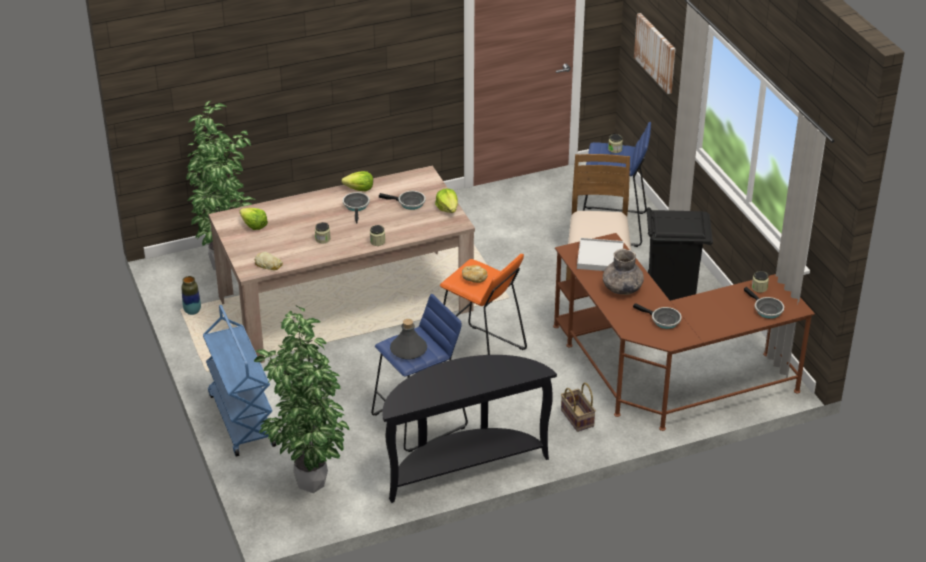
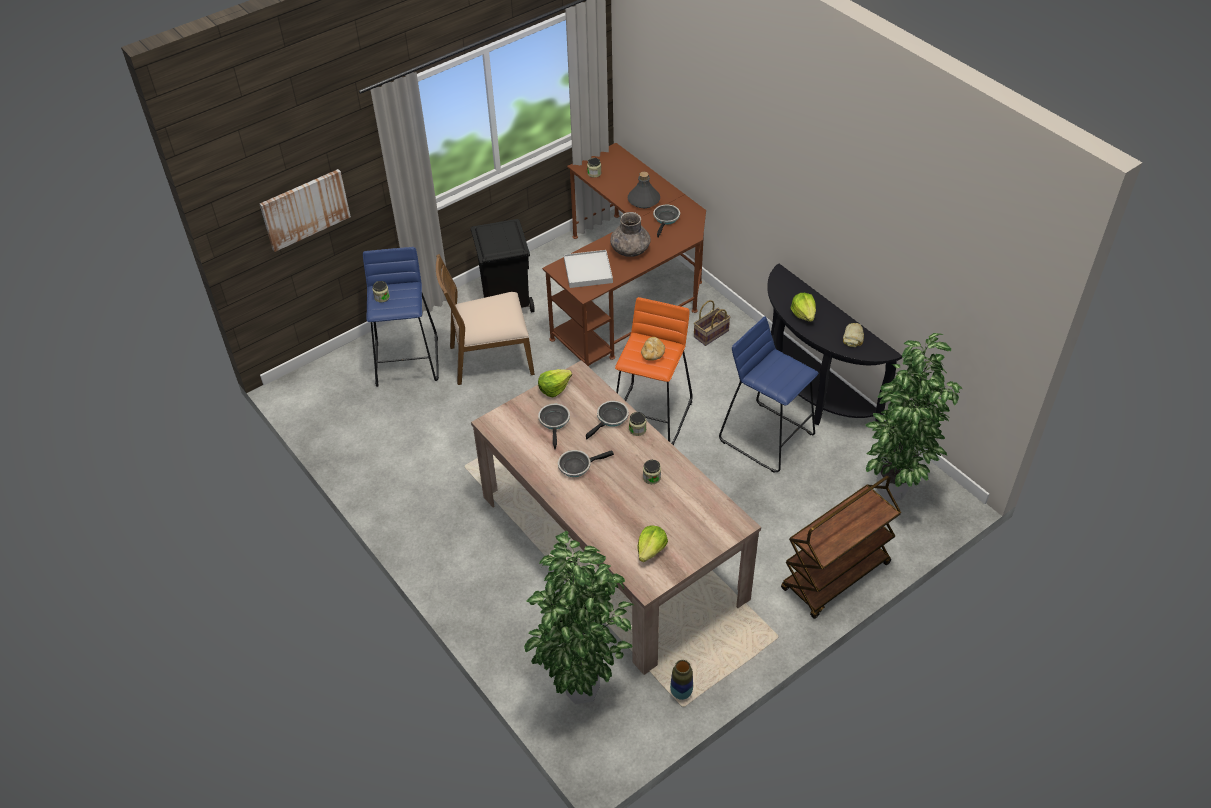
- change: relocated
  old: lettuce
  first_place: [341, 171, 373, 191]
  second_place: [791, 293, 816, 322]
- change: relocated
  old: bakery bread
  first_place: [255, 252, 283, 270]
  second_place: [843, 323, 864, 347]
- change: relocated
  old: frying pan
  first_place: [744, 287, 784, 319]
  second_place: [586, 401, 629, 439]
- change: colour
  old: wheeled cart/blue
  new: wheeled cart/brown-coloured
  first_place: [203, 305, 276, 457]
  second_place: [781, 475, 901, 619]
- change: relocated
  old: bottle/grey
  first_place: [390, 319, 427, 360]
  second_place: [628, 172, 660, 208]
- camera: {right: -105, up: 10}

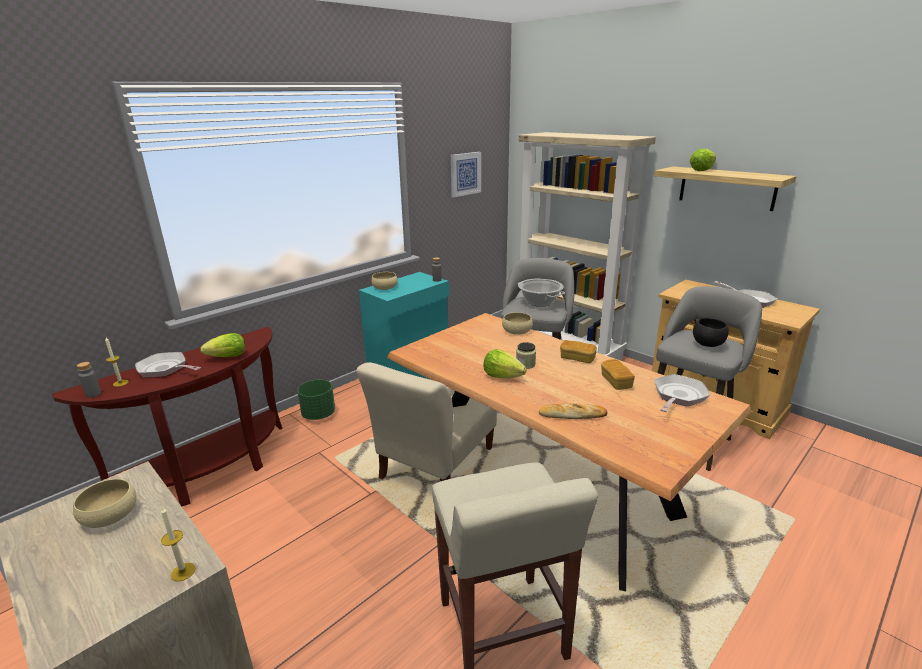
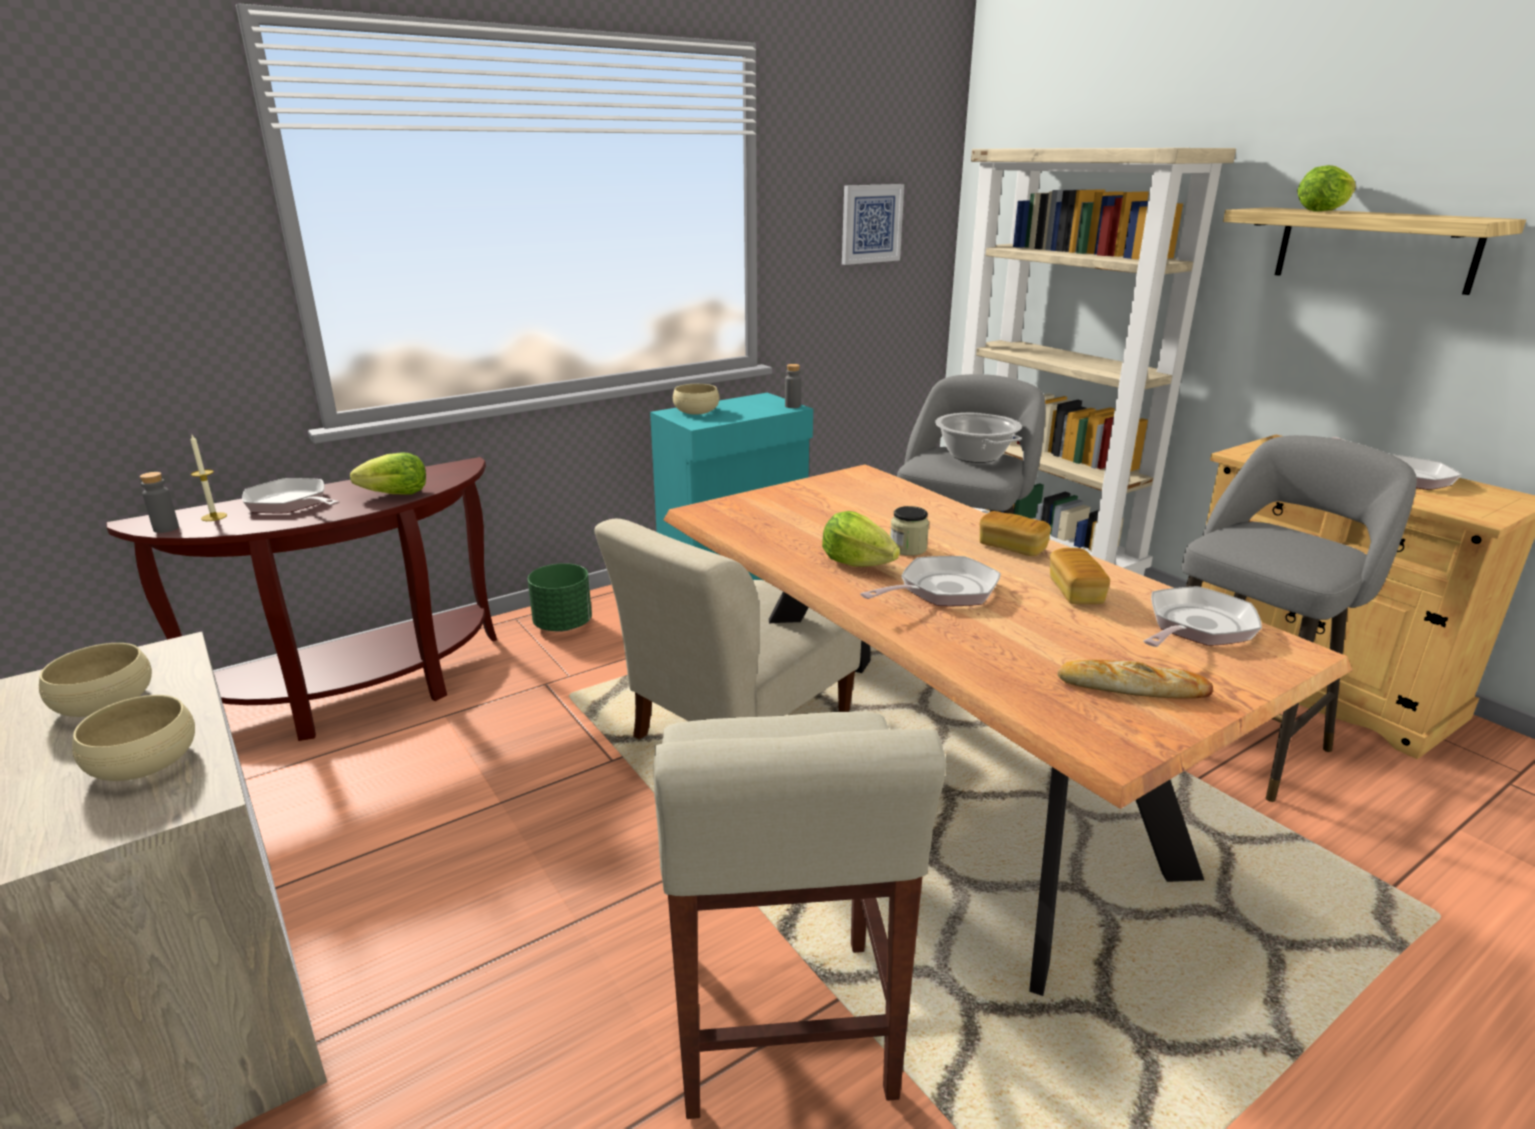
- change: relocated
  old: serving bowl/beige-coloured
  first_place: [502, 312, 533, 335]
  second_place: [72, 695, 195, 781]
- change: missing
  old: serving bowl/black-coloured
  first_place: [693, 318, 729, 347]
- change: relocated
  old: bakery bread
  first_place: [539, 403, 607, 419]
  second_place: [1057, 660, 1213, 699]
- change: missing
  old: wax candle
  first_place: [161, 507, 195, 582]
- change: appeared
  new: frying pan
  second_place: [860, 556, 1001, 606]
- camera: {right: 10, up: 0}

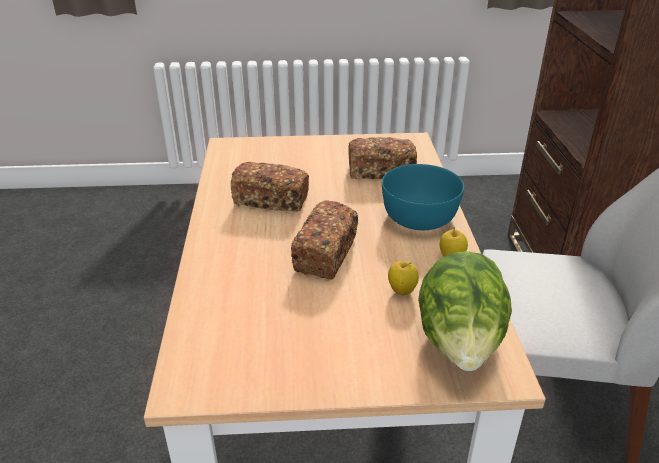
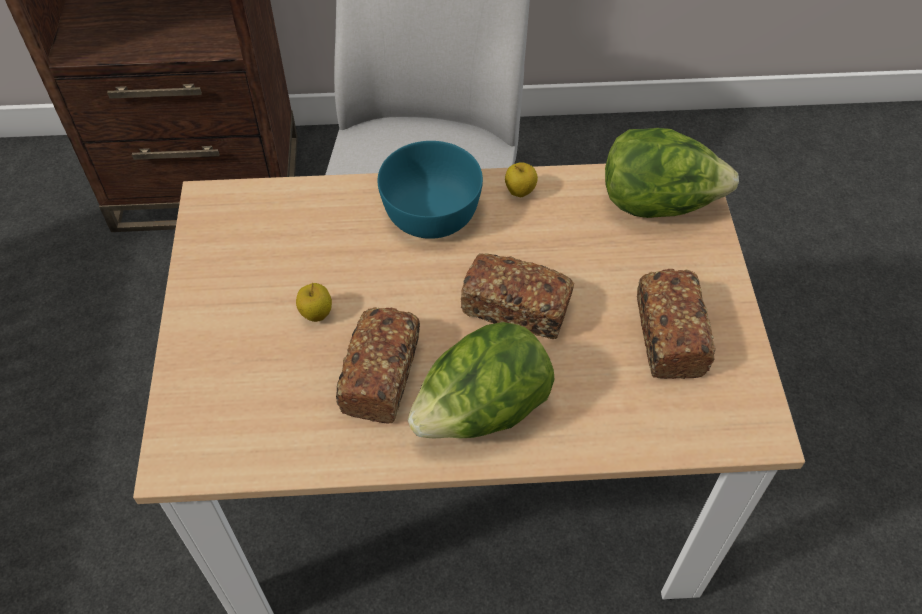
- change: relocated
  old: bakery bread
  first_place: [348, 137, 417, 179]
  second_place: [637, 269, 716, 379]
- change: relocated
  old: apple fruit
  first_place: [388, 261, 419, 296]
  second_place: [296, 282, 332, 322]
- change: appeared
  new: lettuce
  second_place: [408, 322, 555, 439]
- camera: {right: -90, up: 20}

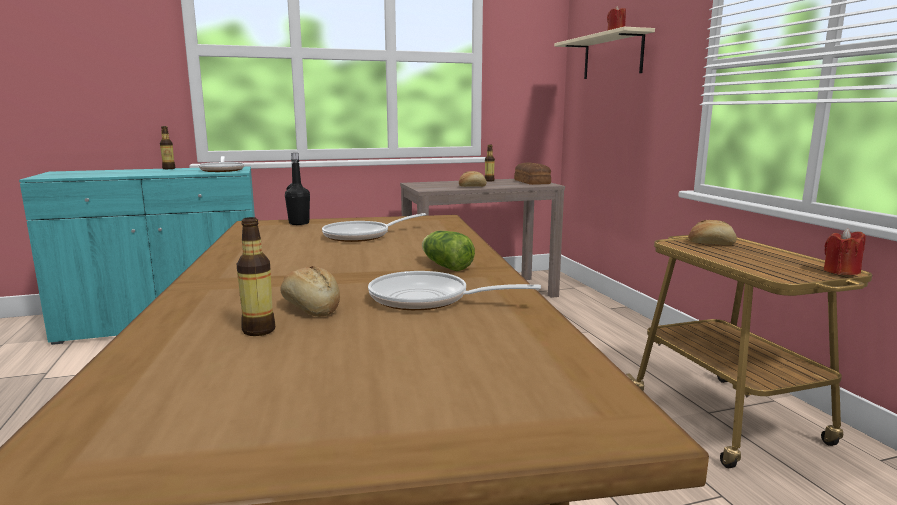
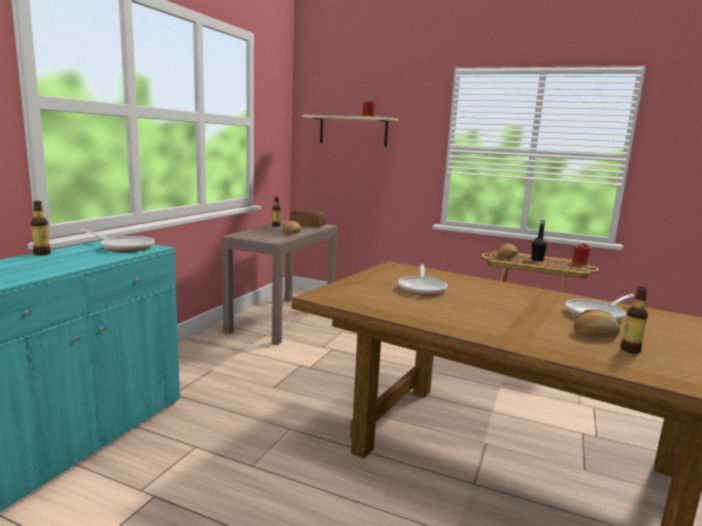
- change: relocated
  old: bottle/black-coloured
  first_place: [285, 153, 310, 225]
  second_place: [531, 220, 547, 261]
- change: missing
  old: lettuce
  first_place: [422, 231, 475, 271]
- camera: {right: -50, up: 0}

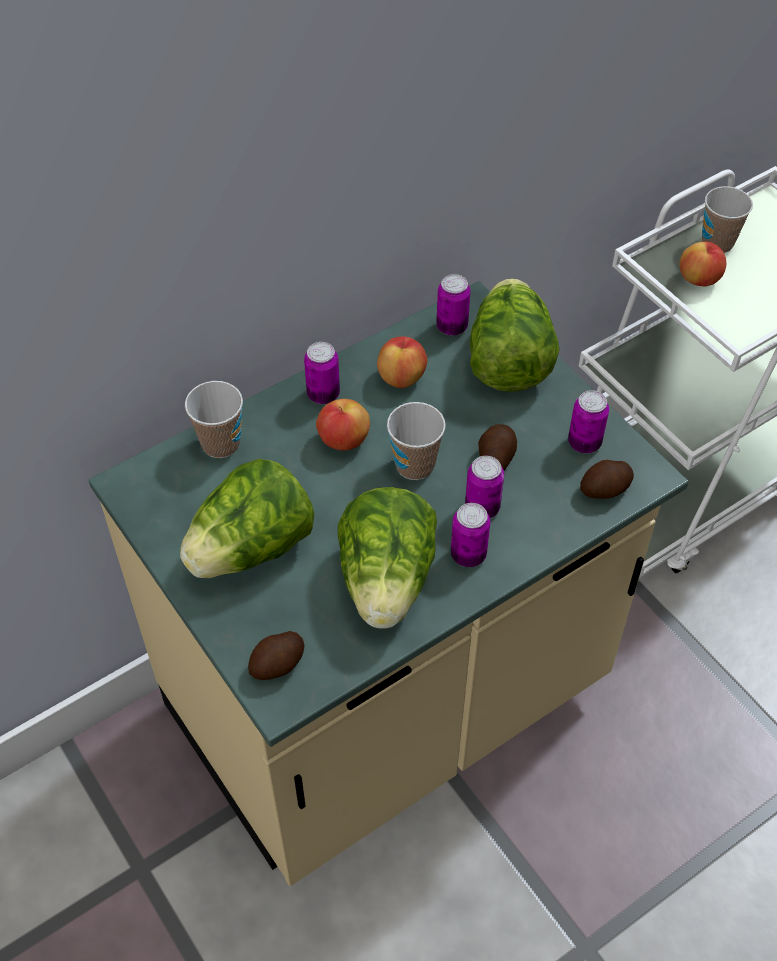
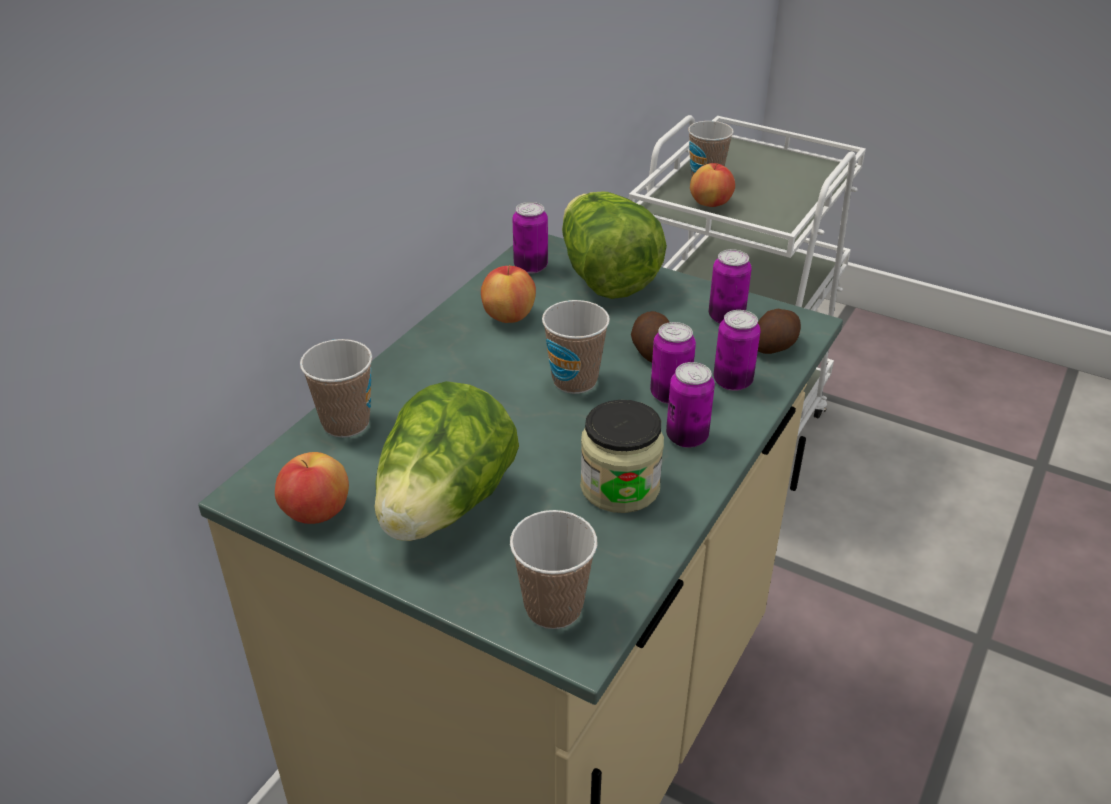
- change: relocated
  old: metal can
  first_place: [304, 342, 340, 404]
  second_place: [713, 310, 761, 391]
- change: relocated
  old: apple fruit
  first_place: [316, 399, 370, 451]
  second_place: [275, 452, 349, 524]
- change: exchanged
  old: lettuce
  new: jar
  first_place: [338, 487, 437, 629]
  second_place: [580, 400, 664, 513]
- change: exchanged
  old: potato
  new: small cup
  first_place: [248, 631, 304, 680]
  second_place: [510, 510, 597, 629]
- camera: {right: -25, up: -15}

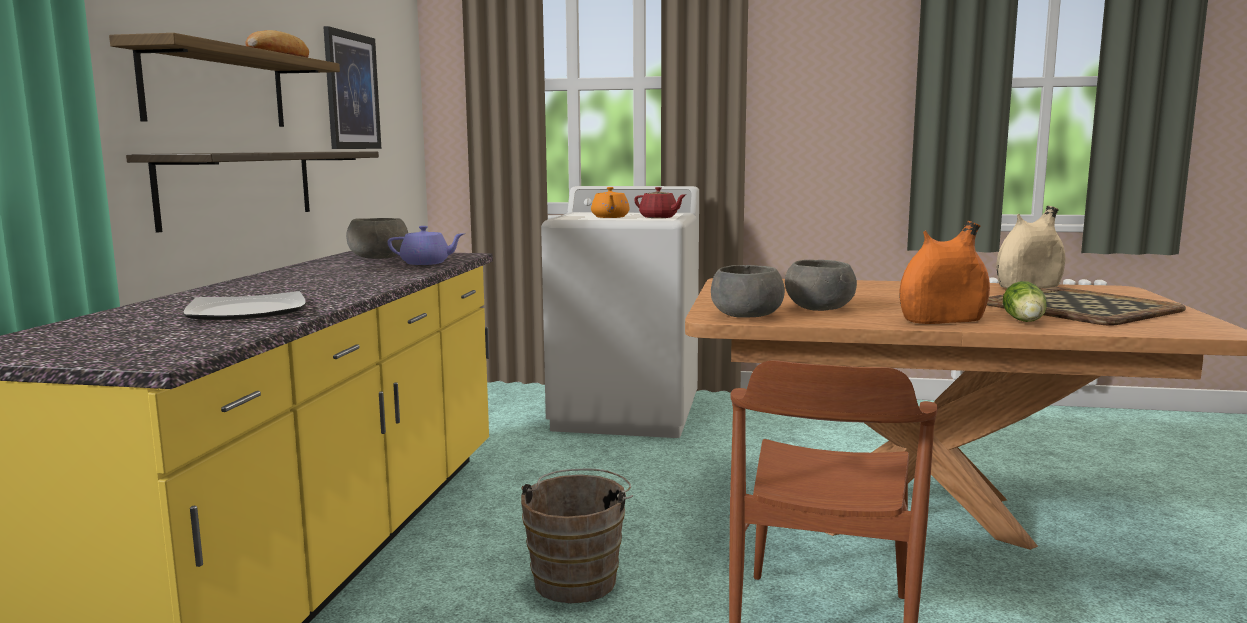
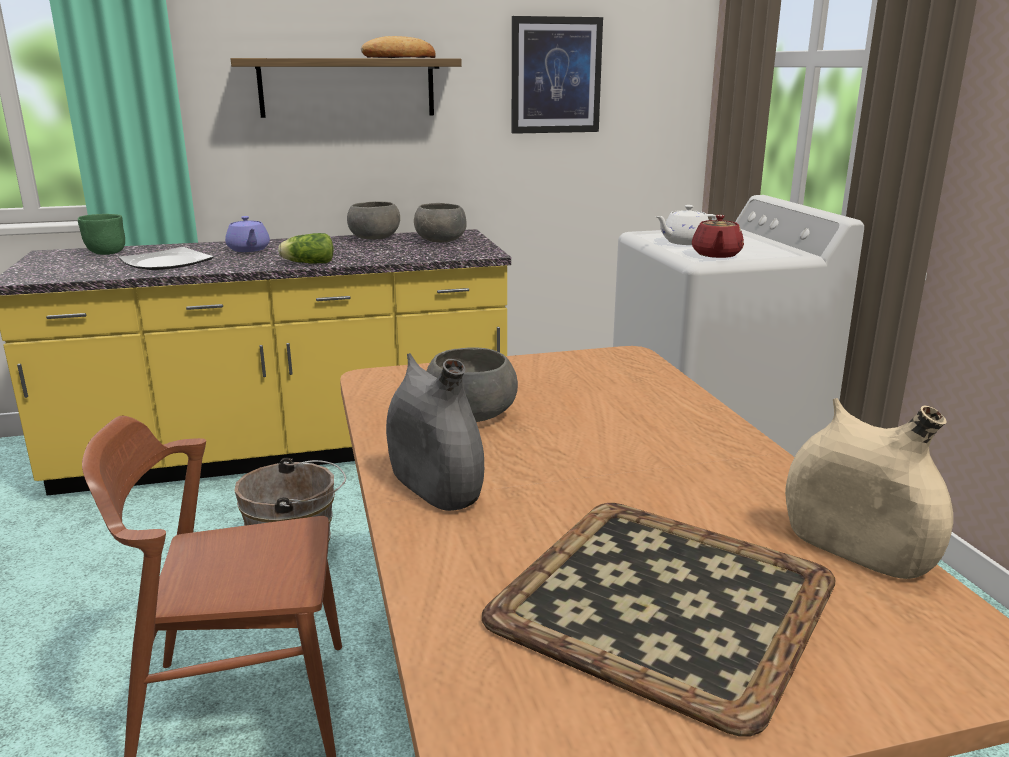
- change: missing
  old: shelf
  first_place: [126, 152, 379, 233]
- change: colour
  old: pot for tea/orange-coloured
  new: pot for tea/white-coloured
  first_place: [591, 187, 630, 218]
  second_place: [655, 205, 716, 245]
- change: colour
  old: flower vase/orange-coloured
  new: flower vase/grey
  first_place: [899, 221, 990, 324]
  second_place: [386, 353, 484, 511]
- change: relocated
  old: pot for tea/purplish
  first_place: [388, 226, 465, 265]
  second_place: [225, 216, 270, 252]
- change: relocated
  old: serving bowl/grey
  first_place: [711, 265, 785, 318]
  second_place: [347, 201, 400, 240]
- change: relocated
  old: lettuce
  first_place: [1003, 281, 1047, 322]
  second_place: [278, 233, 334, 263]
- change: appeared
  new: serving bowl/green-coloured
  second_place: [78, 214, 125, 255]
- camera: {right: 65, up: 10}

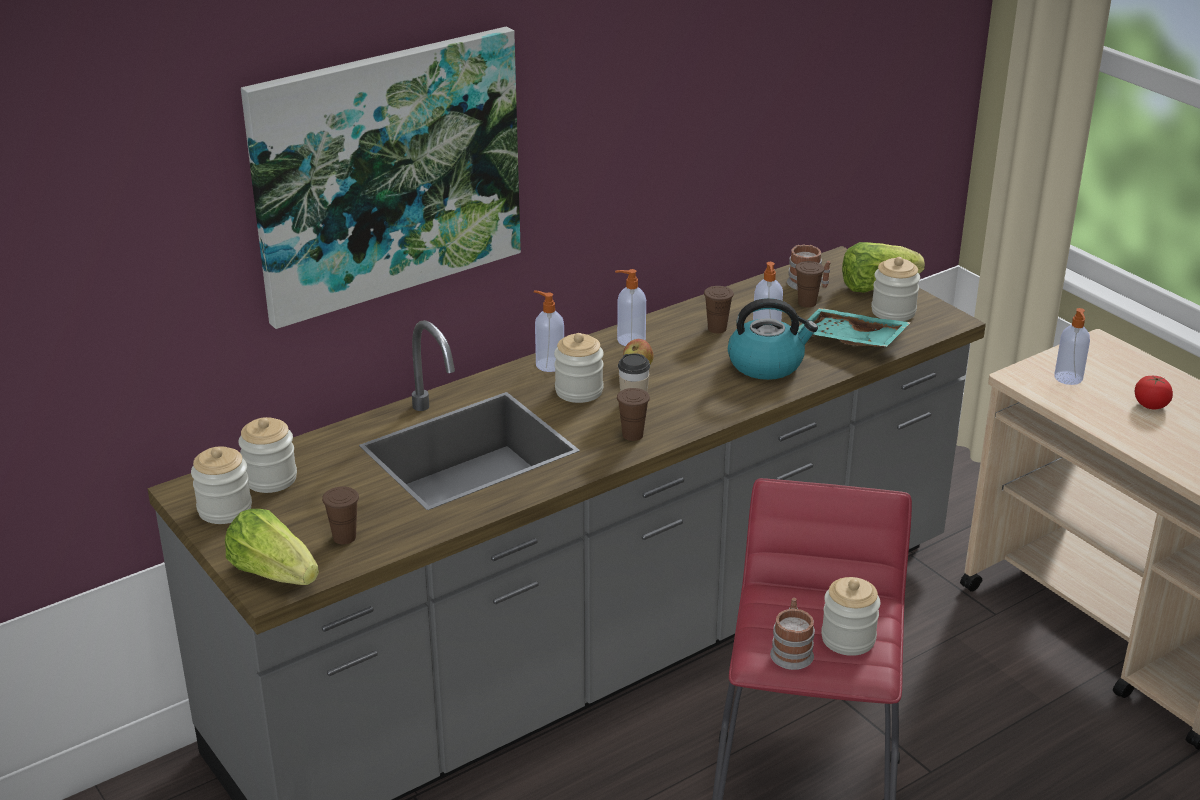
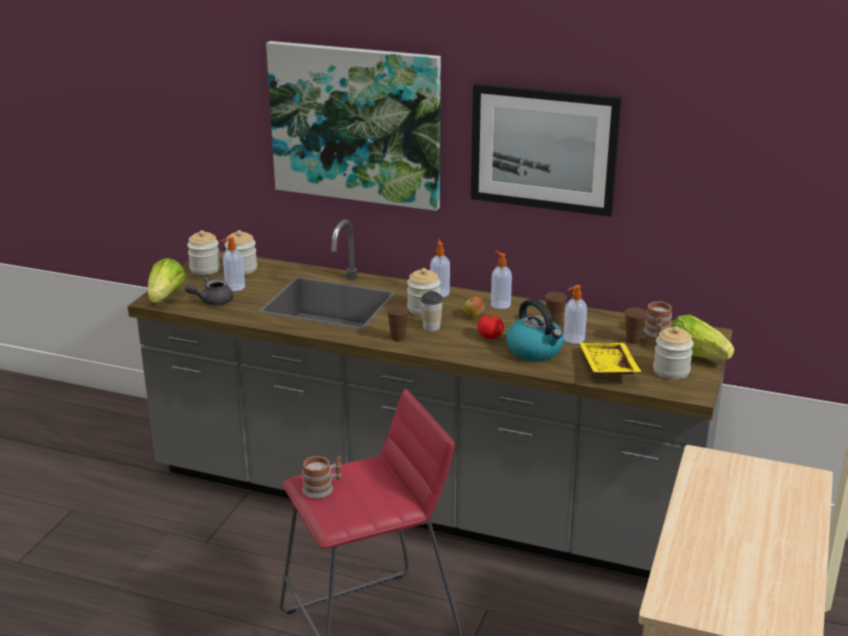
- change: colour
  old: tray/turquoise
  new: tray/yellowish
  first_place: [798, 308, 911, 348]
  second_place: [580, 343, 641, 375]
- change: relocated
  old: soap dispenser
  first_place: [1054, 308, 1090, 385]
  second_place: [220, 237, 245, 291]
- change: relocated
  old: tomato
  first_place: [1135, 375, 1173, 409]
  second_place: [478, 315, 504, 339]
- change: exchanged
  old: small cup/brown-coloured
  new: pot for tea/grey
  first_place: [322, 486, 359, 544]
  second_place: [185, 276, 233, 305]
- change: missing
  old: jar
  first_place: [821, 577, 880, 656]
- change: appeared
  new: picture
  second_place: [471, 83, 622, 217]
- camera: {right: 55, up: -5}

